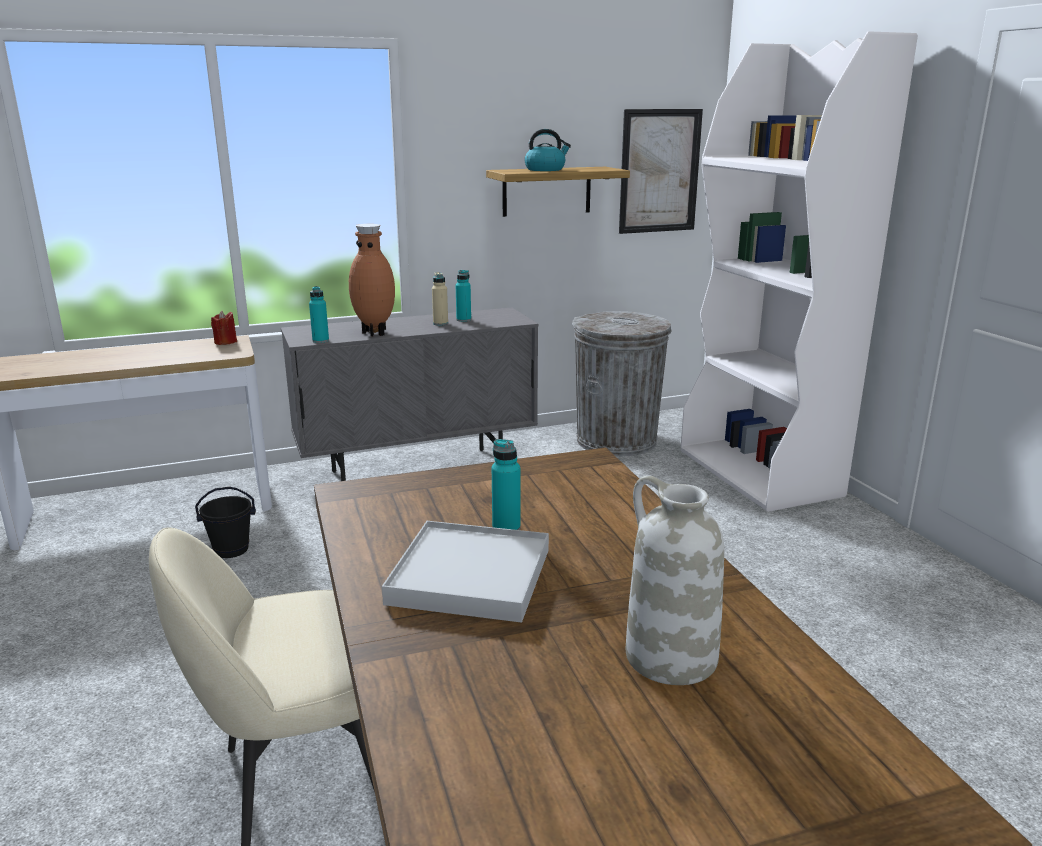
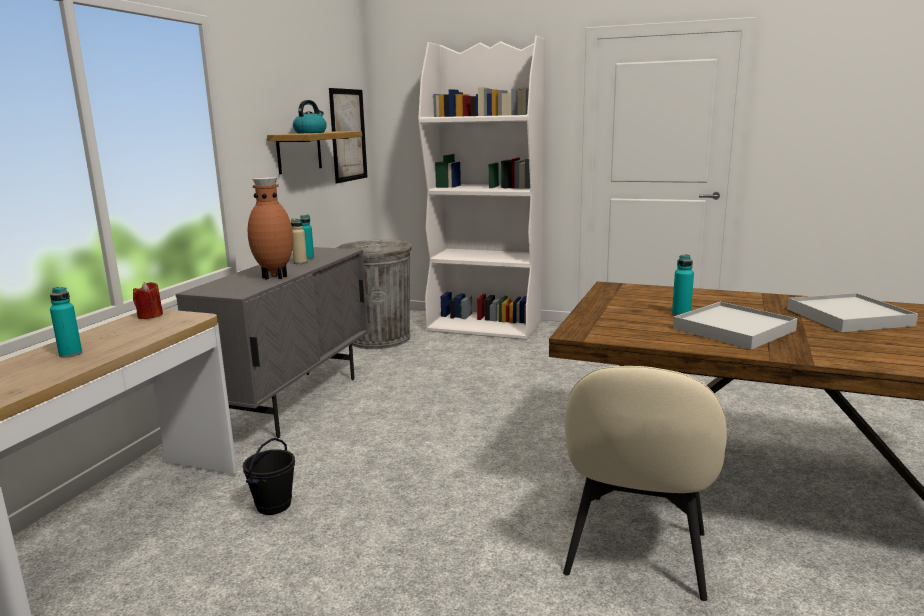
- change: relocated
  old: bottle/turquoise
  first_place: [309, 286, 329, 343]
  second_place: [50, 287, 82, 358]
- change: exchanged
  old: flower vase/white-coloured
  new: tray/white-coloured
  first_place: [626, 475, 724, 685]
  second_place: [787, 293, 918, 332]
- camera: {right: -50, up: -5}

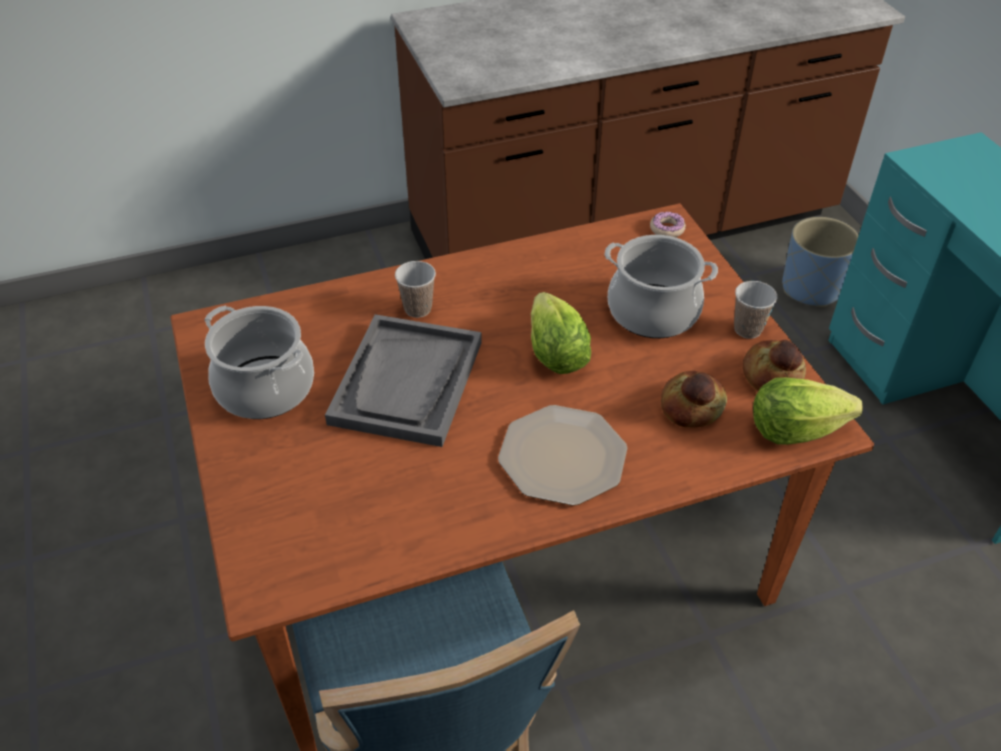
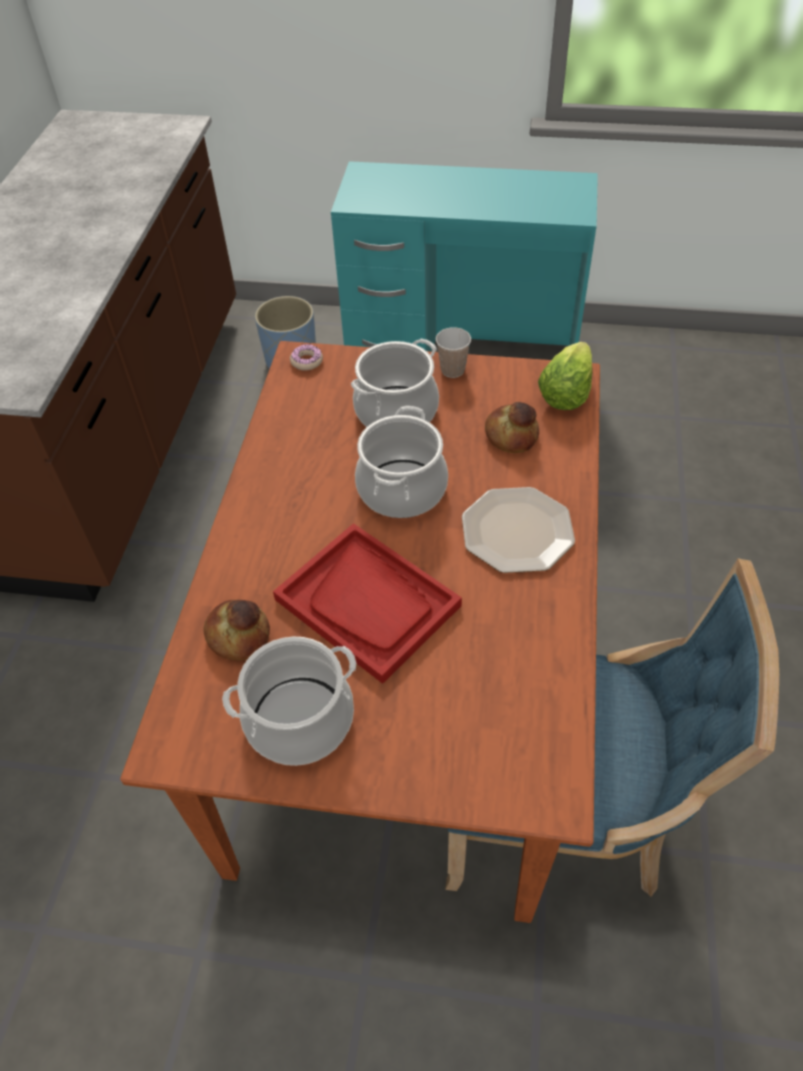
- change: missing
  old: small cup
  first_place: [395, 261, 436, 318]
- change: exchanged
  old: lettuce
  new: cooking pot
  first_place: [531, 292, 591, 374]
  second_place: [355, 406, 448, 518]
- change: colour
  old: tray/grey
  new: tray/red-coloured
  first_place: [325, 314, 482, 447]
  second_place: [273, 523, 462, 684]
- change: relocated
  old: bakery bread
  first_place: [743, 340, 806, 391]
  second_place: [203, 599, 270, 660]
- camera: {right: -60, up: 5}

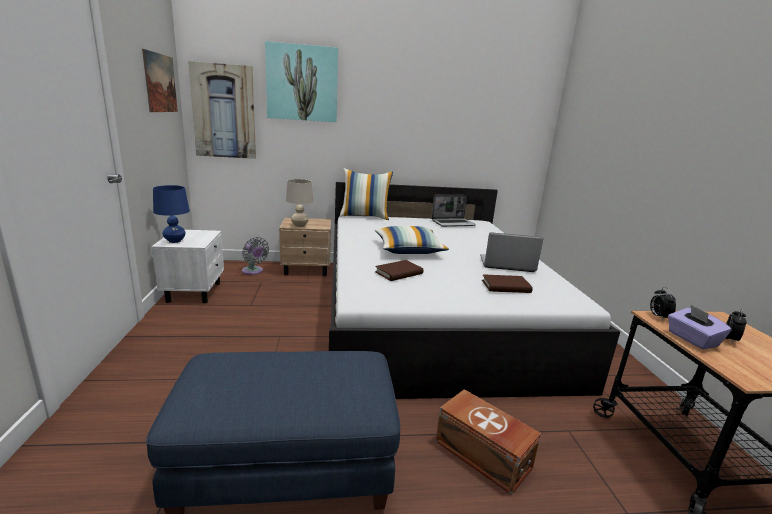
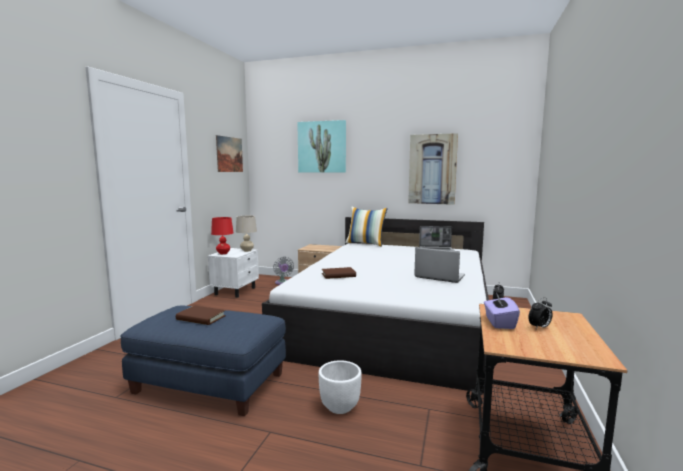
- change: relocated
  old: picture
  first_place: [188, 61, 256, 159]
  second_place: [408, 133, 458, 205]
- change: relocated
  old: tabletop lamp/beige-coloured
  first_place: [286, 179, 313, 227]
  second_place: [236, 216, 257, 252]
- change: colour
  old: tabletop lamp/blue
  new: tabletop lamp/red-coloured
  first_place: [153, 185, 190, 243]
  second_place: [211, 217, 234, 254]
- change: missing
  old: pillow
  first_place: [375, 226, 449, 254]
- change: relocated
  old: volume/brown-coloured
  first_place: [482, 274, 533, 293]
  second_place: [176, 305, 226, 325]
- change: exchanged
  old: storage bin/brown-coloured
  new: plant pot/white-coloured
  first_place: [436, 389, 541, 495]
  second_place: [318, 360, 362, 414]
- camera: {right: 25, up: -10}

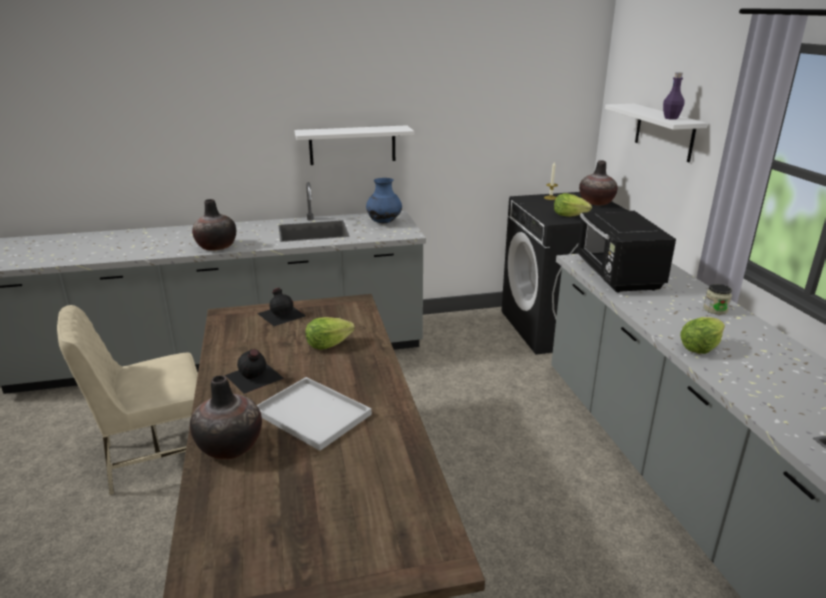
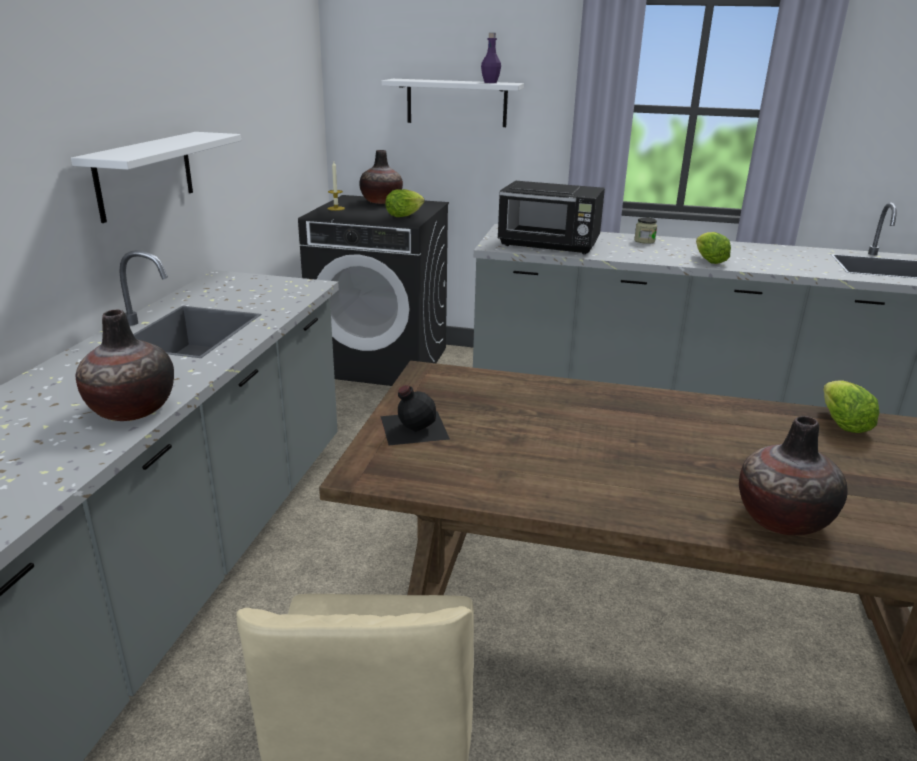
- change: missing
  old: flower vase/blue
  first_place: [366, 178, 402, 223]
- change: relocated
  old: lettuce
  first_place: [305, 317, 355, 350]
  second_place: [823, 380, 880, 433]
- change: missing
  old: bottle/black-coloured
  first_place: [225, 349, 284, 394]
- change: missing
  old: tray/white-coloured
  first_place: [257, 377, 372, 451]
- camera: {right: -65, up: 0}

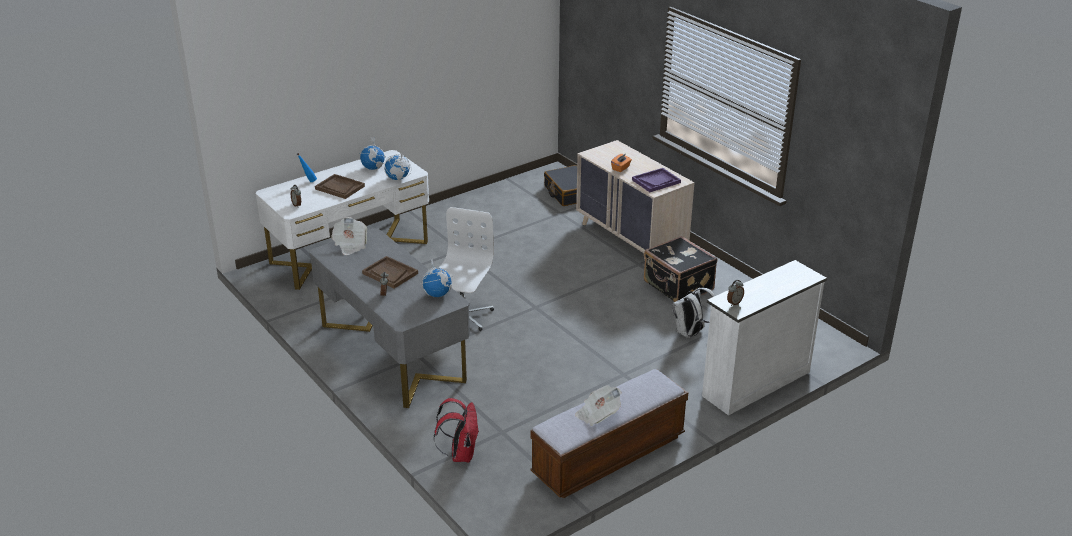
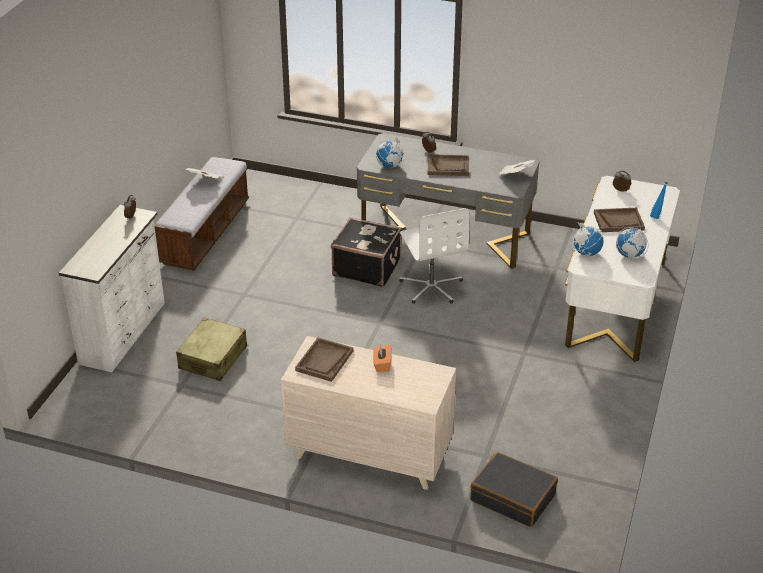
- change: colour
  old: tray/purplish
  new: tray/brown-coloured
  first_place: [632, 168, 681, 192]
  second_place: [295, 338, 353, 382]
- change: relocated
  old: travel case/black-coloured
  first_place: [644, 236, 717, 302]
  second_place: [331, 217, 402, 287]
- change: exchanged
  old: rucksack/white-coloured
  new: travel case/beige-coloured
  first_place: [672, 288, 715, 338]
  second_place: [176, 317, 247, 381]
- change: missing
  old: rucksack/red-coloured
  first_place: [433, 398, 479, 463]
- camera: {right: 145, up: 5}

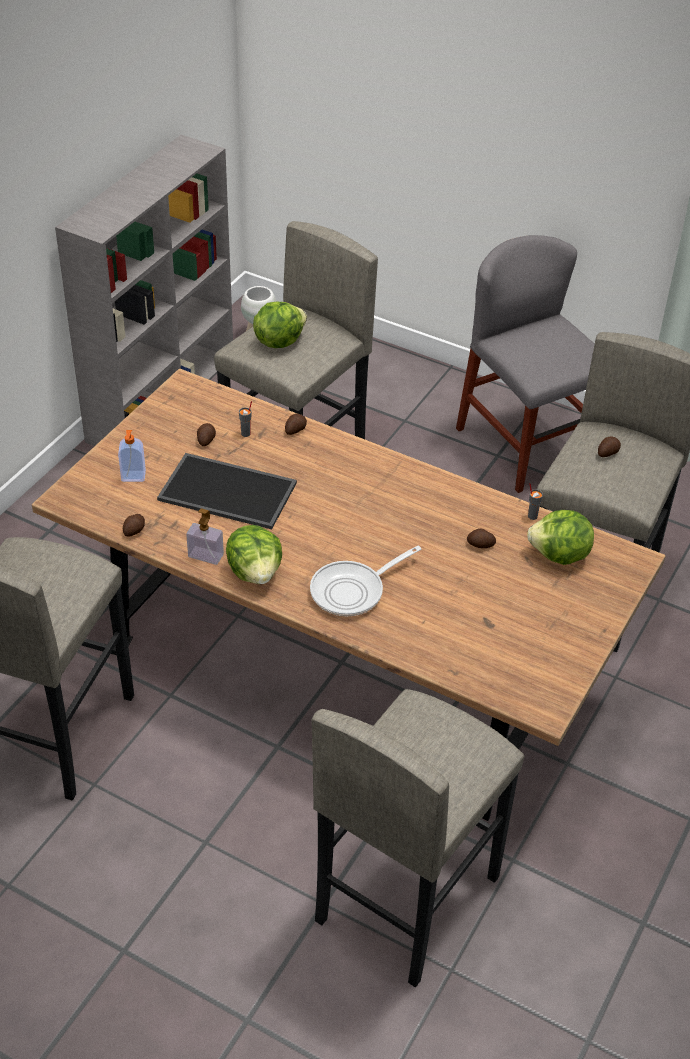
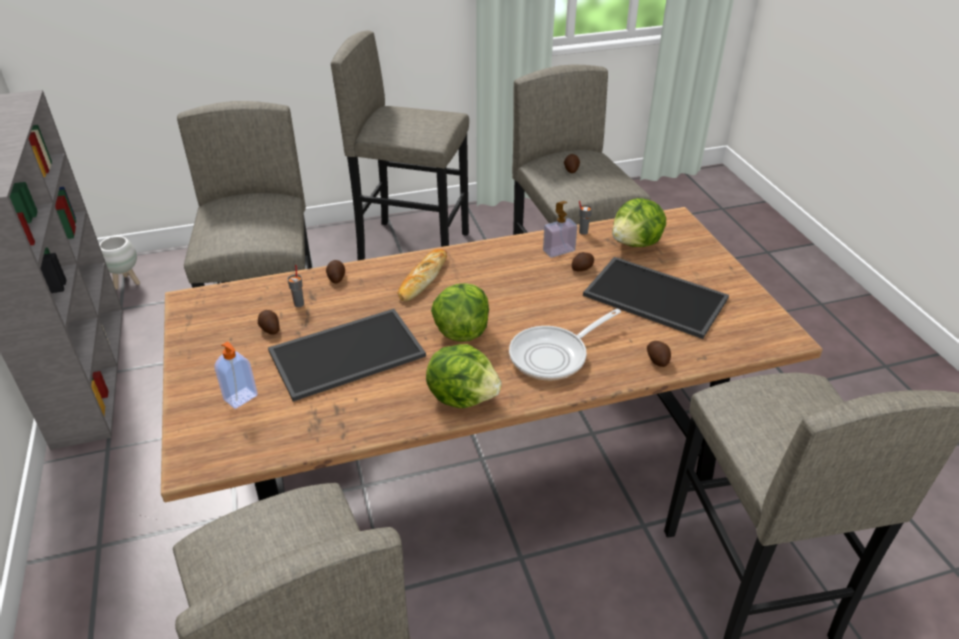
- change: exchanged
  old: chair/grey
  new: stool seat/grey
  first_place: [456, 235, 595, 493]
  second_place: [331, 30, 469, 261]
- change: relocated
  old: lettuce
  first_place: [253, 302, 307, 348]
  second_place: [431, 283, 489, 342]
- change: relocated
  old: soap dispenser
  first_place: [186, 508, 224, 565]
  second_place: [543, 201, 577, 258]
- change: relocated
  old: potato
  first_place: [123, 514, 145, 537]
  second_place: [647, 341, 671, 367]
- change: spun
  old: frying pan
  first_place: [310, 546, 422, 616]
  second_place: [509, 309, 621, 380]
  degrees: 45
- change: appeared
  new: bakery bread
  second_place: [397, 249, 447, 301]
- change: appeared
  new: tray
  second_place: [583, 257, 729, 339]
- camera: {right: -45, up: -5}

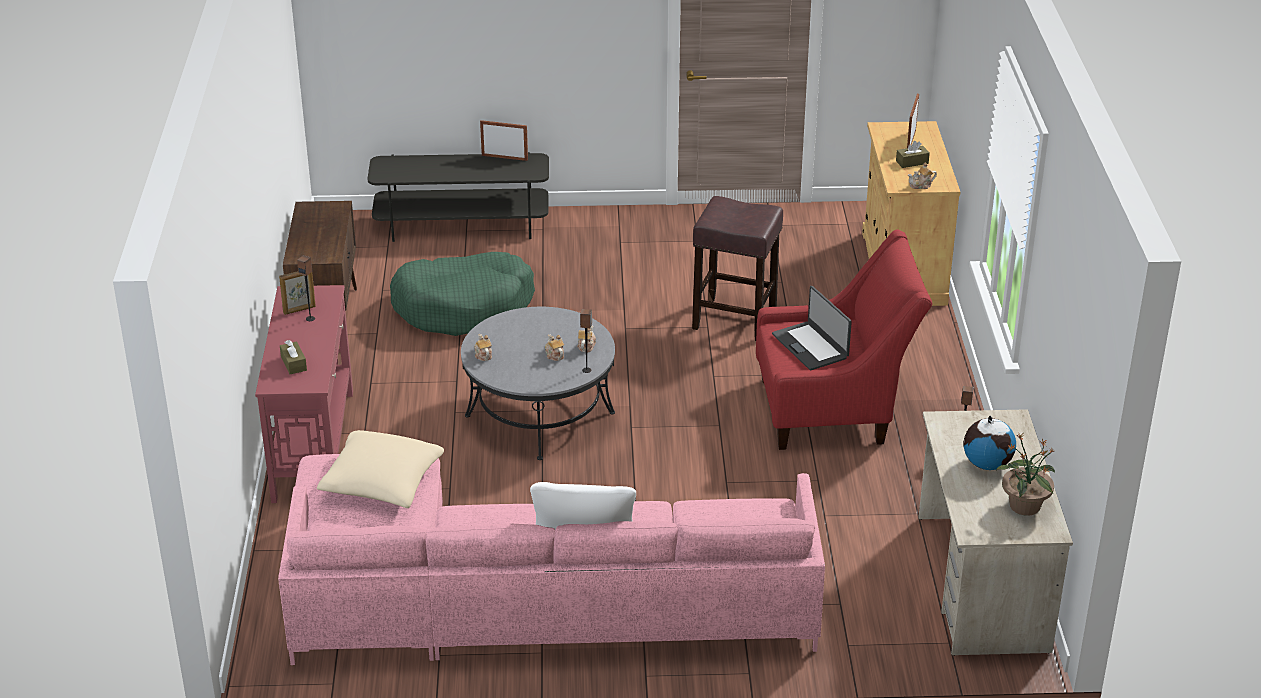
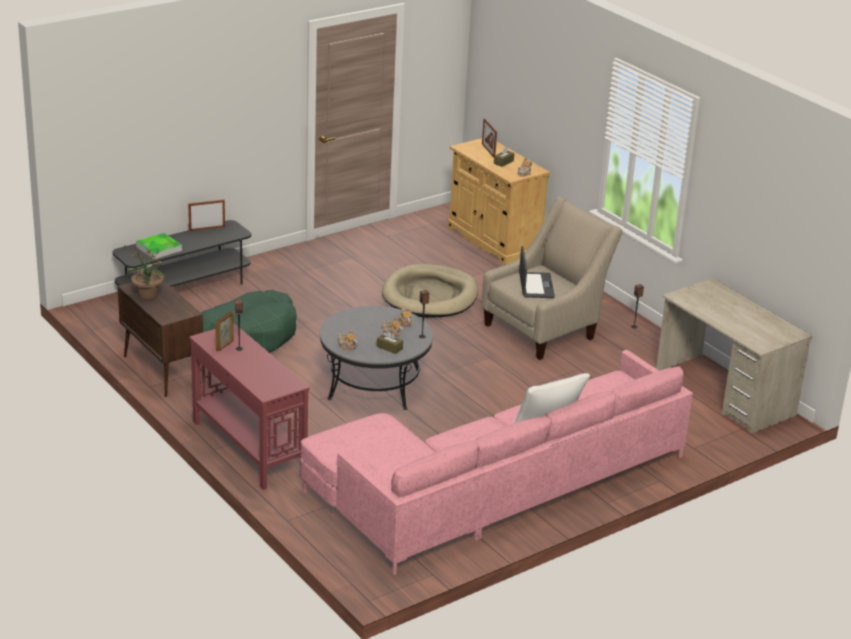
- change: exchanged
  old: stool seat/brown-coloured
  new: dog cushion/beige-coloured
  first_place: [692, 196, 783, 341]
  second_place: [382, 264, 478, 318]
- change: colour
  old: armchair/red-coloured
  new: armchair/beige-coloured
  first_place: [756, 229, 932, 450]
  second_place: [481, 196, 623, 360]
- change: spun
  old: laptop
  first_place: [772, 286, 852, 370]
  second_place: [519, 246, 555, 298]
  degrees: -120
- change: relocated
  old: tissue holder/brown-coloured
  first_place: [280, 340, 307, 374]
  second_place: [377, 331, 403, 354]
- change: missing
  old: globe
  first_place: [963, 416, 1016, 470]
- change: missing
  old: pillow/beige-coloured
  first_place: [317, 430, 444, 508]
- change: relocated
  old: potted plant
  first_place: [996, 433, 1055, 516]
  second_place: [127, 247, 166, 299]
- change: appeared
  new: tray
  second_place: [136, 233, 182, 259]
- camera: {right: -35, up: -5}

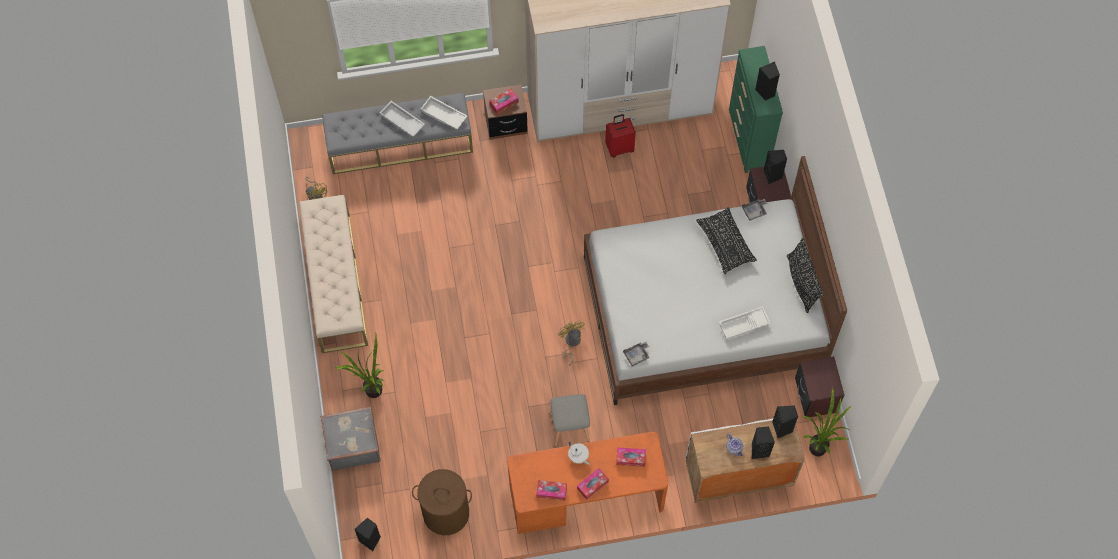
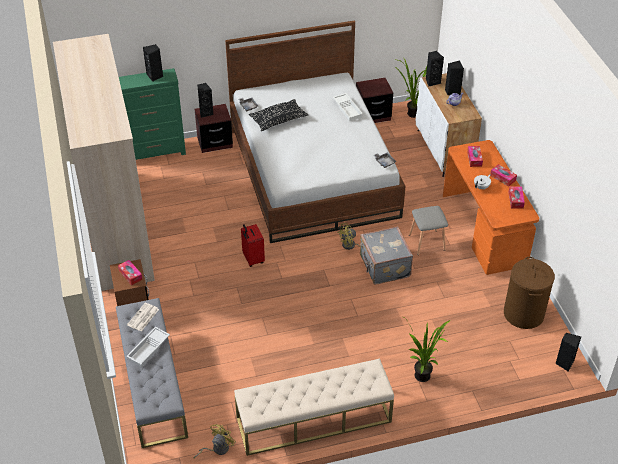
- change: exchanged
  old: tray/white-coloured
  new: daily paper
  first_place: [421, 96, 467, 129]
  second_place: [127, 303, 159, 332]
- change: relocated
  old: travel case/red-coloured
  first_place: [605, 114, 636, 157]
  second_place: [241, 224, 265, 267]
- change: missing
  old: pillow/black-coloured
  first_place: [787, 238, 824, 313]
- change: relocated
  old: travel case/grey
  first_place: [321, 407, 381, 471]
  second_place: [360, 227, 413, 284]
- camera: {right: -95, up: -20}

